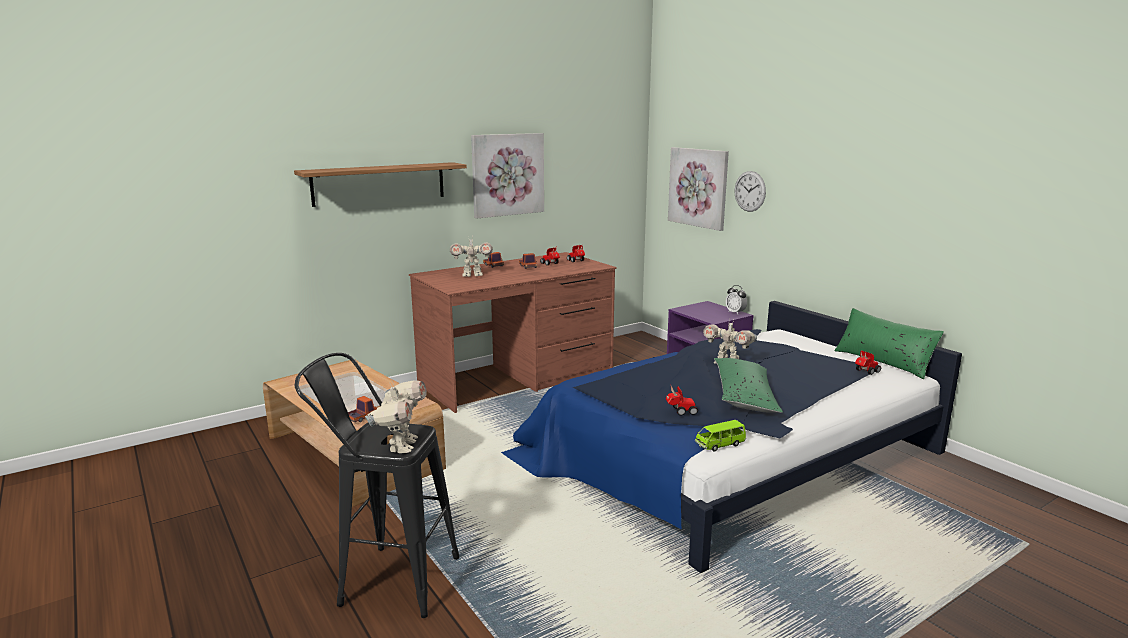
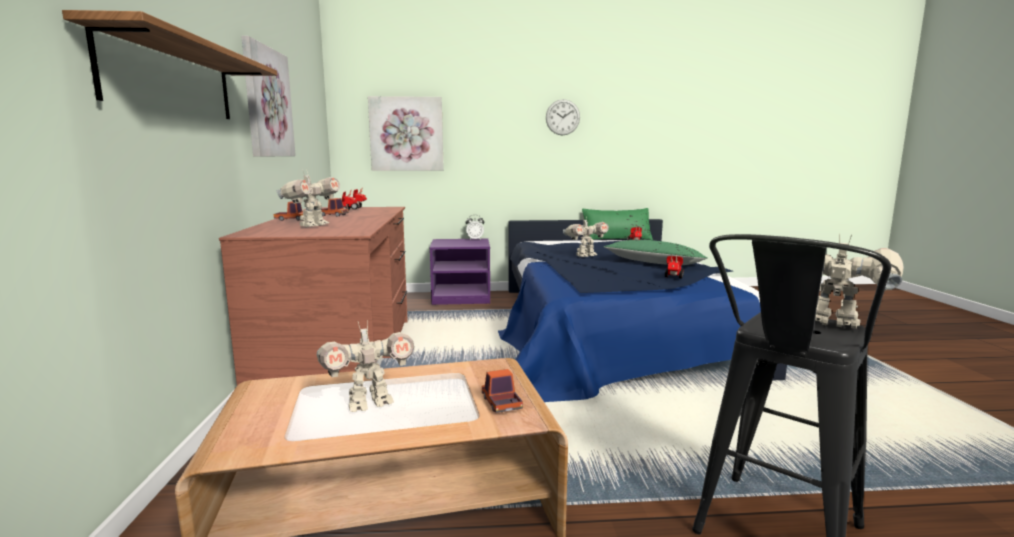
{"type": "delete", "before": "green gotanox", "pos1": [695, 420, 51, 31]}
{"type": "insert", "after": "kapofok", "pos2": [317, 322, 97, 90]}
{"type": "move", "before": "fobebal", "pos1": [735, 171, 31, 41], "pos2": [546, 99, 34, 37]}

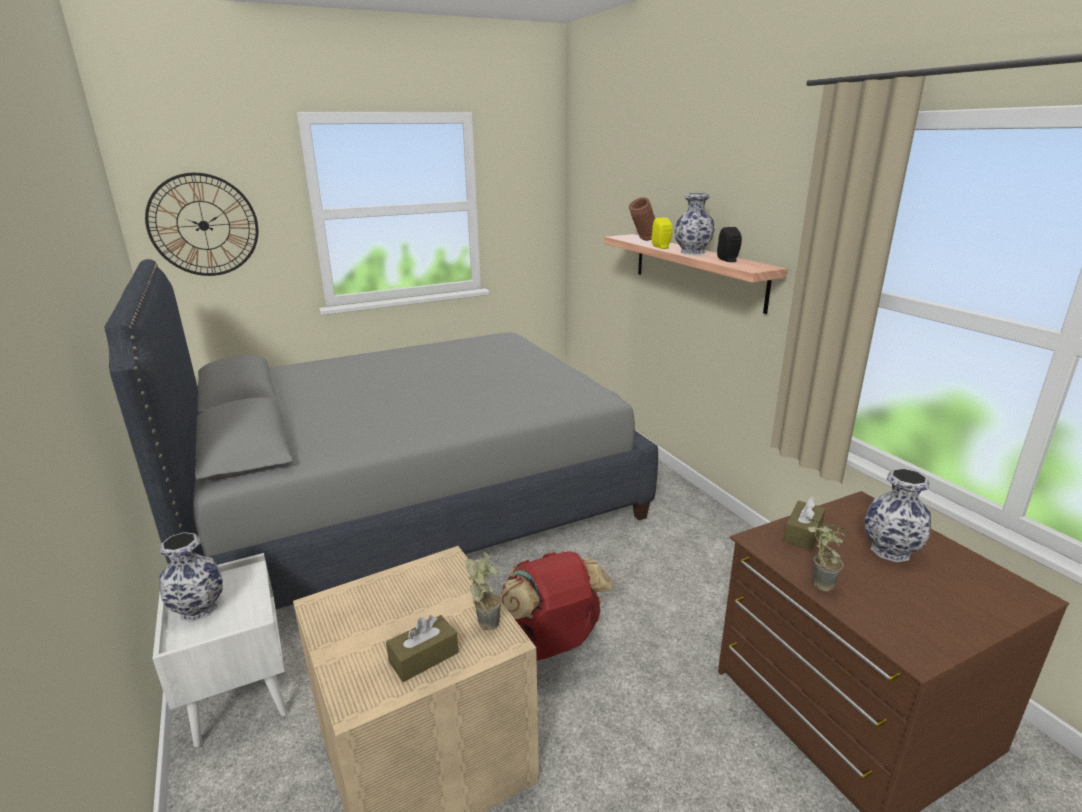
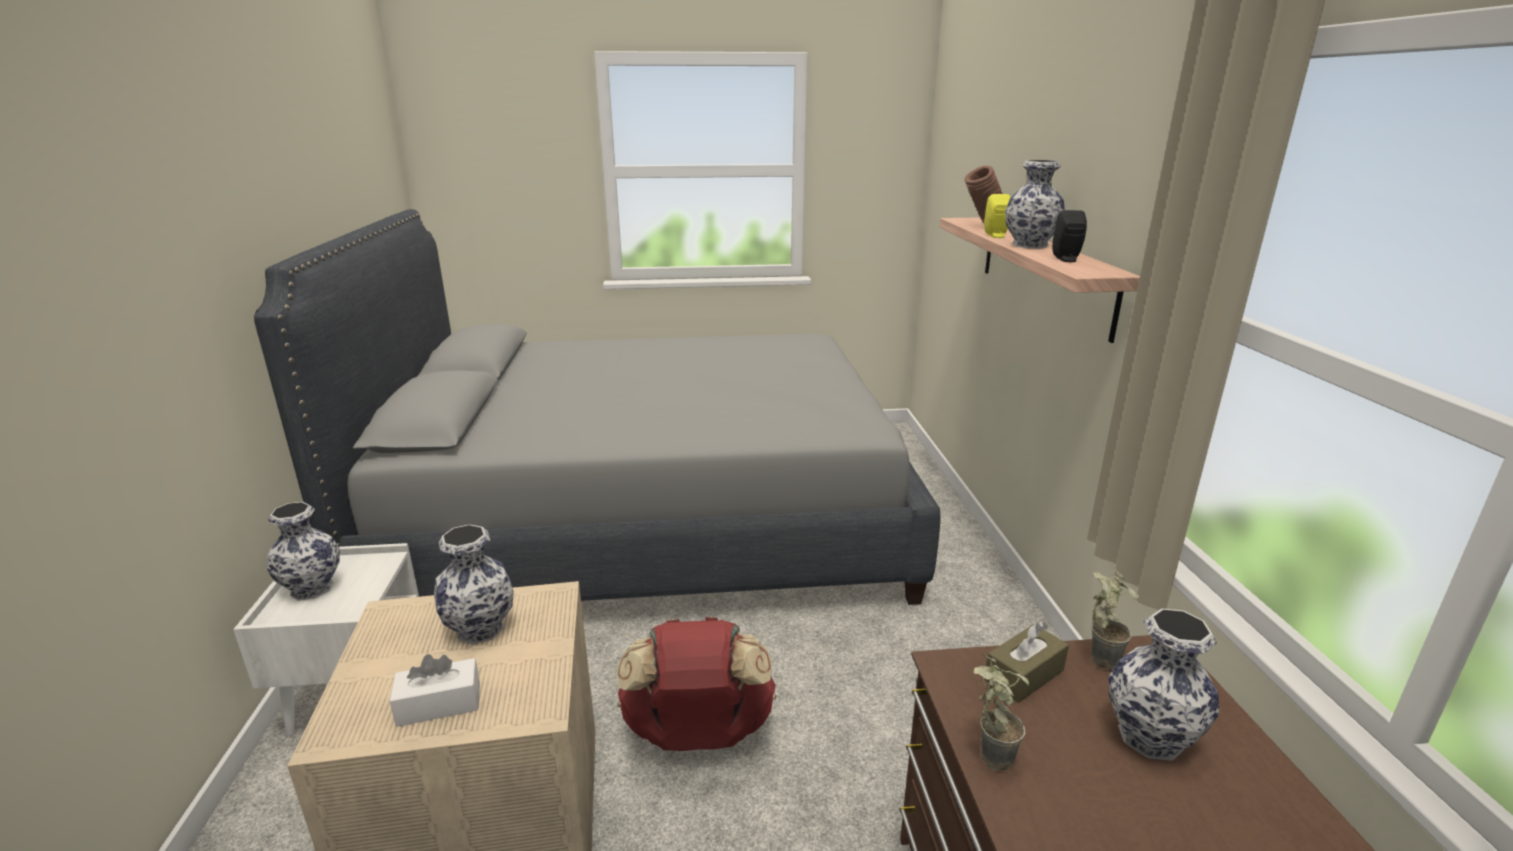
{"type": "delete", "before": "fobebal", "pos1": [145, 173, 113, 103]}
{"type": "insert", "after": "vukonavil", "pos2": [434, 524, 80, 121]}
{"type": "move", "before": "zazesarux", "pos1": [465, 552, 37, 79], "pos2": [1091, 568, 48, 102]}
{"type": "recolor", "before": "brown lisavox", "after": "white lisavox", "pos1": [386, 615, 72, 67], "pos2": [389, 654, 91, 73]}

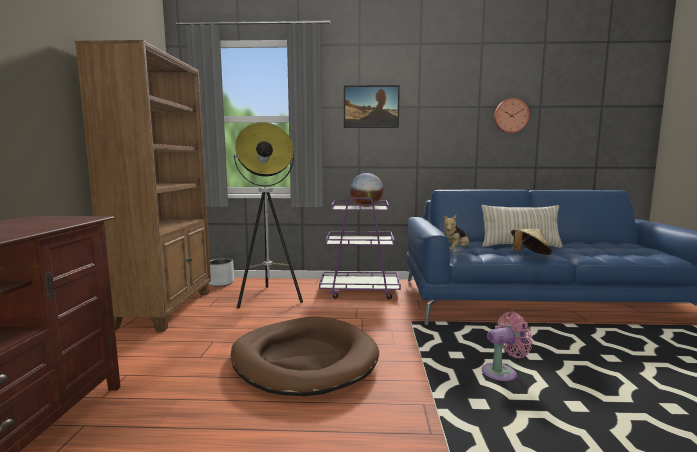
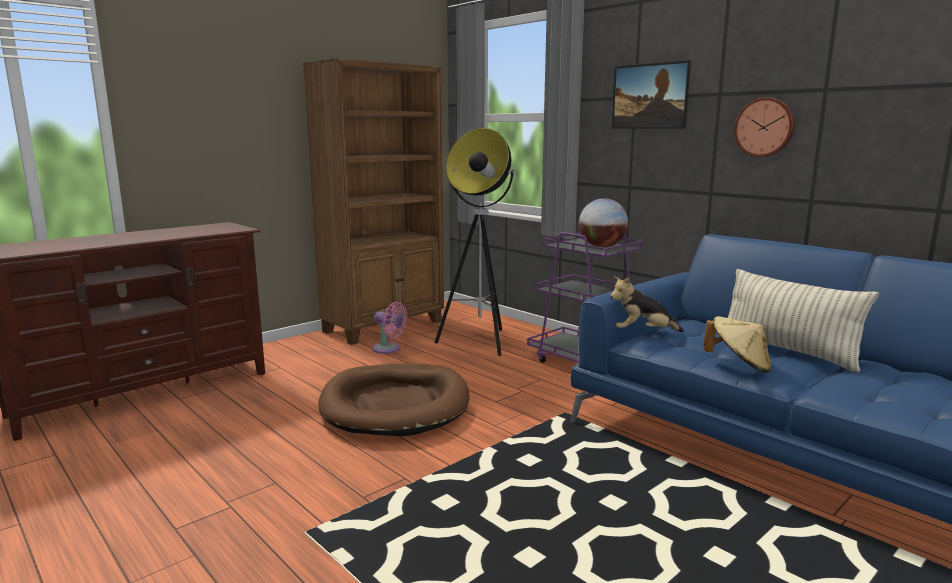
{"type": "delete", "before": "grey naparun", "pos1": [208, 258, 26, 29]}
{"type": "move", "before": "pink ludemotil", "pos1": [482, 312, 51, 69], "pos2": [372, 302, 36, 52]}
{"type": "move", "before": "fobebal", "pos1": [494, 98, 36, 35], "pos2": [734, 97, 61, 60]}

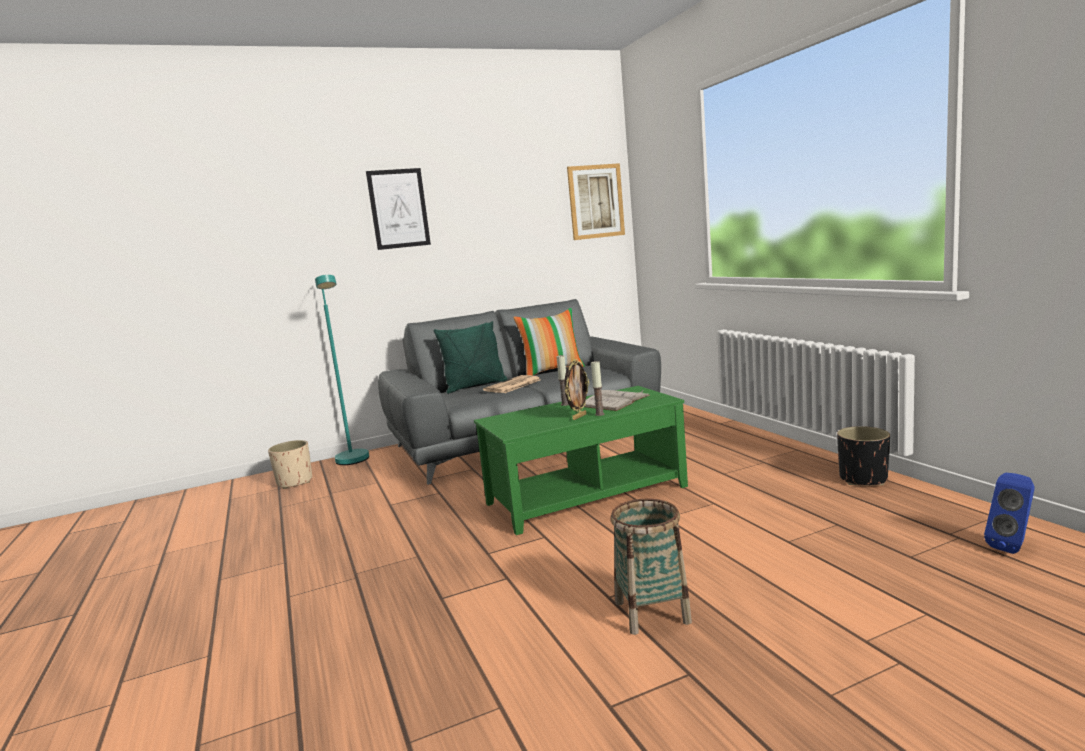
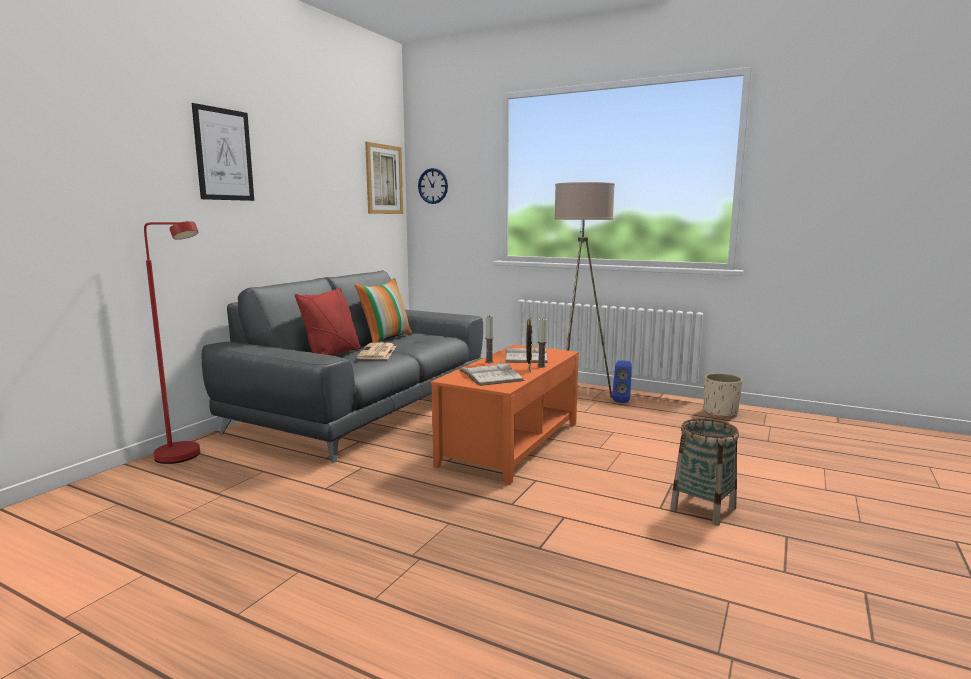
{"type": "delete", "before": "black naparun", "pos1": [837, 426, 53, 60]}
{"type": "insert", "after": "fobebal", "pos2": [418, 168, 30, 36]}
{"type": "insert", "after": "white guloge", "pos2": [460, 361, 65, 25]}
{"type": "insert", "after": "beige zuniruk", "pos2": [554, 182, 61, 216]}
{"type": "move", "before": "beige naparun", "pos1": [268, 440, 44, 49], "pos2": [703, 373, 40, 45]}
{"type": "move", "before": "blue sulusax", "pos1": [984, 473, 51, 81], "pos2": [612, 360, 20, 43]}
{"type": "recolor", "before": "turquoise zuniruk", "after": "red zuniruk", "pos1": [315, 275, 54, 190], "pos2": [144, 221, 56, 243]}
{"type": "recolor", "before": "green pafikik", "after": "red pafikik", "pos1": [434, 321, 74, 73], "pos2": [295, 288, 66, 68]}
{"type": "recolor", "before": "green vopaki", "after": "orange vopaki", "pos1": [474, 386, 214, 149], "pos2": [431, 345, 148, 140]}

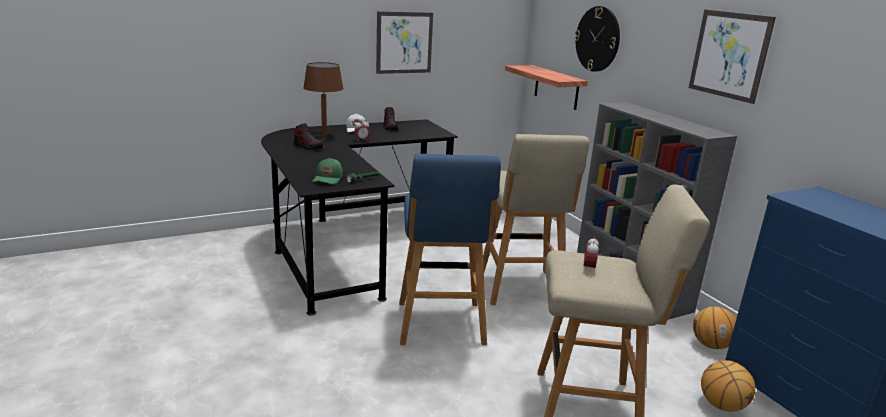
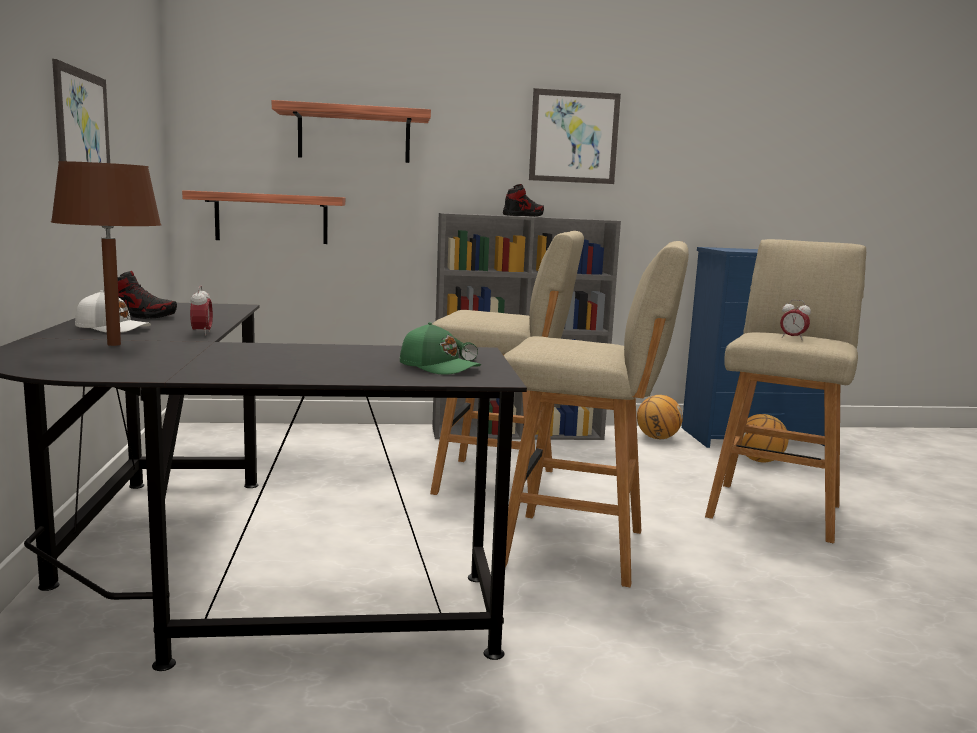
{"type": "move", "before": "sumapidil", "pos1": [293, 123, 30, 27], "pos2": [503, 184, 41, 33]}
{"type": "replace", "before": "fobebal", "after": "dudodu", "pos1": [574, 6, 46, 66], "pos2": [272, 100, 159, 63]}
{"type": "recolor", "before": "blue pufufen", "after": "beige pufufen", "pos1": [399, 154, 102, 191], "pos2": [504, 241, 185, 346]}

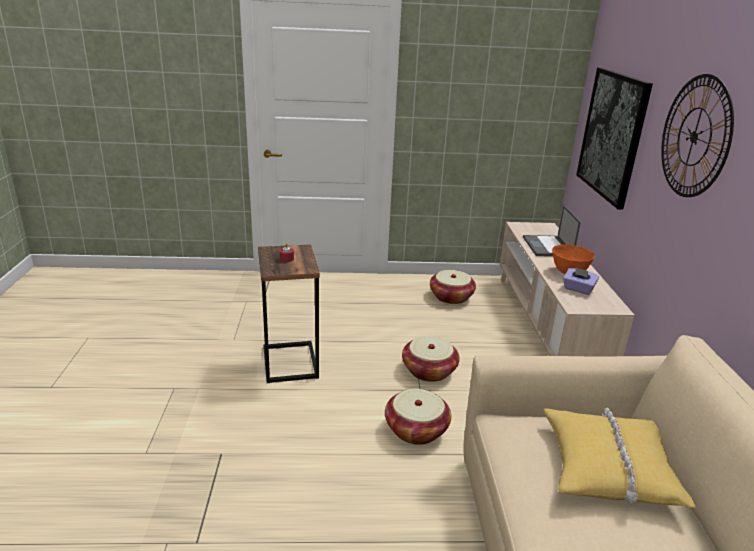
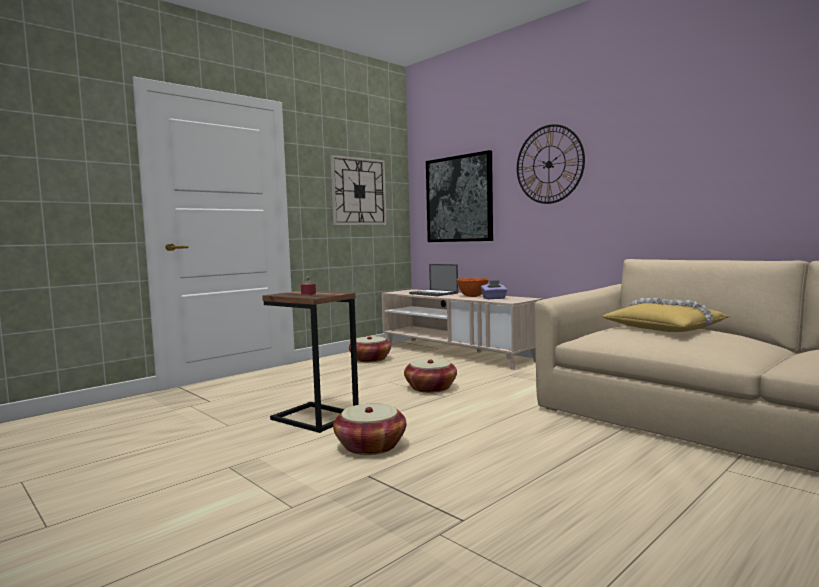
{"type": "insert", "after": "fobebal", "pos2": [330, 155, 57, 70]}
{"type": "move", "before": "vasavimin", "pos1": [385, 389, 66, 56], "pos2": [333, 404, 73, 51]}

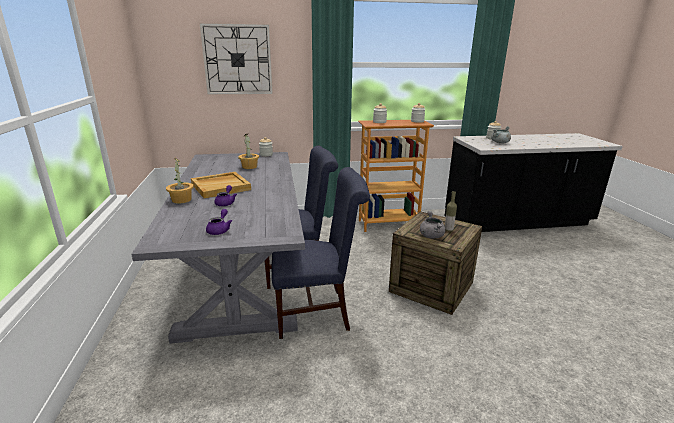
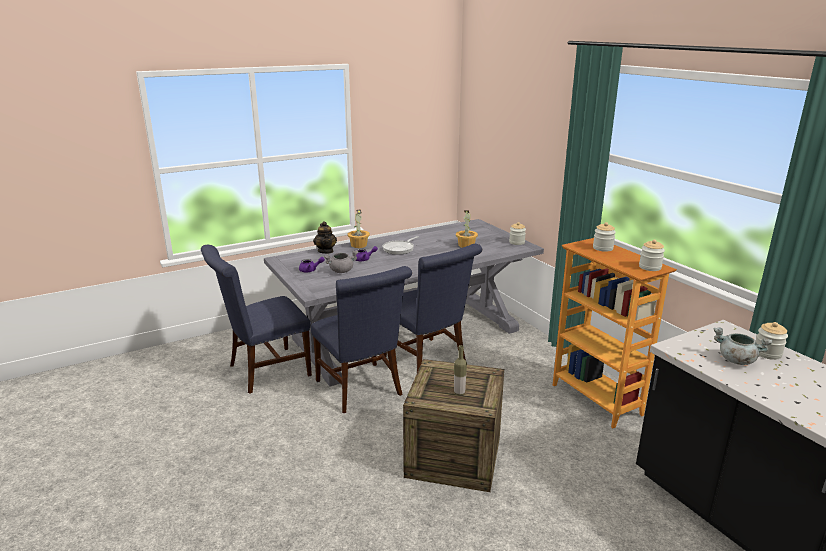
{"type": "delete", "before": "fobebal", "pos1": [200, 23, 73, 71]}
{"type": "insert", "after": "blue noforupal", "pos2": [201, 245, 111, 149]}
{"type": "insert", "after": "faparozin", "pos2": [313, 221, 24, 33]}
{"type": "move", "before": "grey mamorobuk", "pos1": [420, 211, 25, 27], "pos2": [324, 251, 34, 22]}
{"type": "replace", "before": "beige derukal", "after": "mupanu", "pos1": [191, 172, 60, 26], "pos2": [383, 236, 36, 19]}

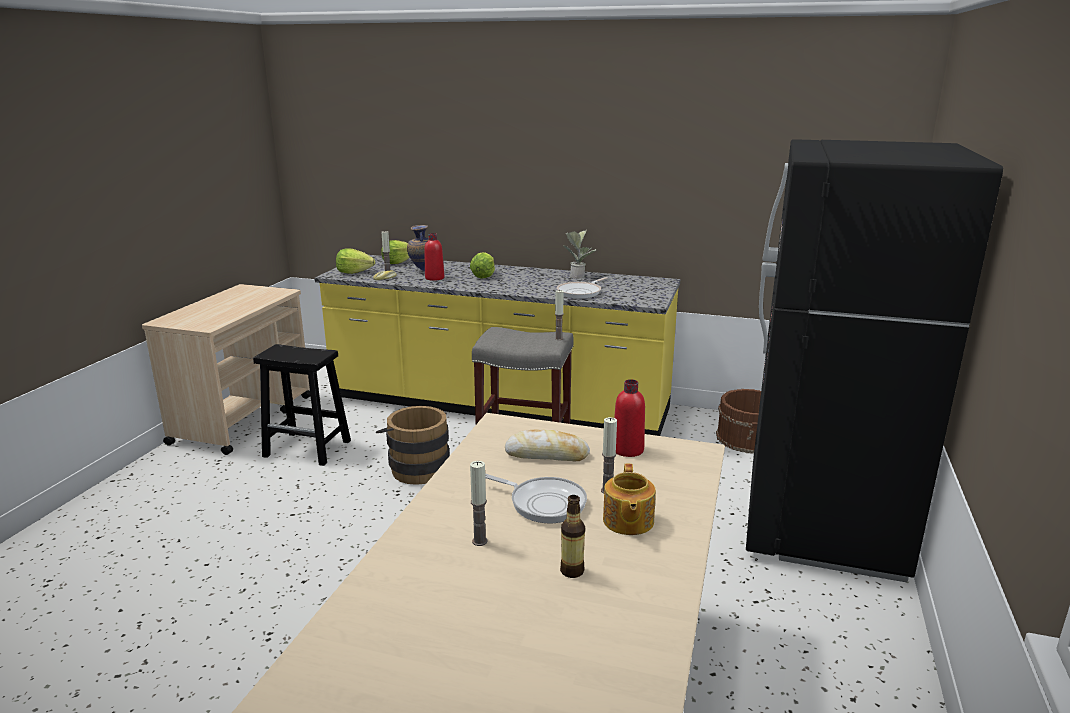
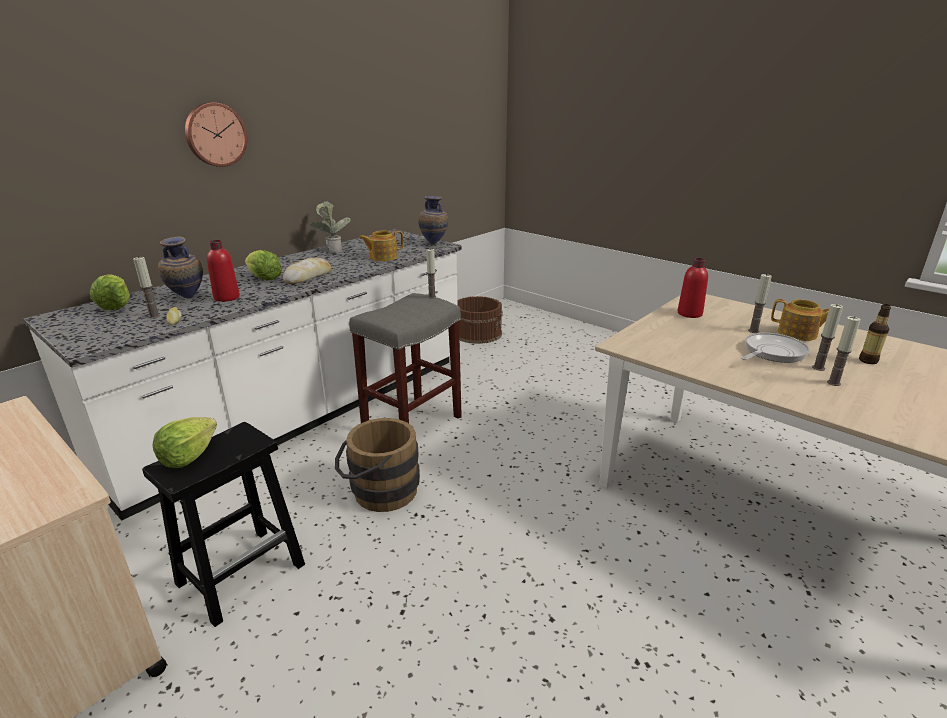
{"type": "delete", "before": "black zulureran", "pos1": [746, 139, 257, 443]}
{"type": "insert", "after": "fobebal", "pos2": [185, 102, 62, 65]}
{"type": "insert", "after": "vukonavil", "pos2": [418, 196, 30, 49]}
{"type": "insert", "after": "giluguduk", "pos2": [812, 304, 31, 67]}
{"type": "move", "before": "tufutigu", "pos1": [336, 248, 39, 26], "pos2": [152, 417, 65, 51]}
{"type": "move", "before": "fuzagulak", "pos1": [505, 429, 85, 32], "pos2": [283, 258, 48, 26]}
{"type": "replace", "before": "mupanu", "after": "faparozin", "pos1": [557, 277, 51, 22], "pos2": [359, 231, 44, 30]}
{"type": "recolor", "before": "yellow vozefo", "after": "white vozefo", "pos1": [315, 255, 365, 181], "pos2": [23, 229, 439, 292]}

